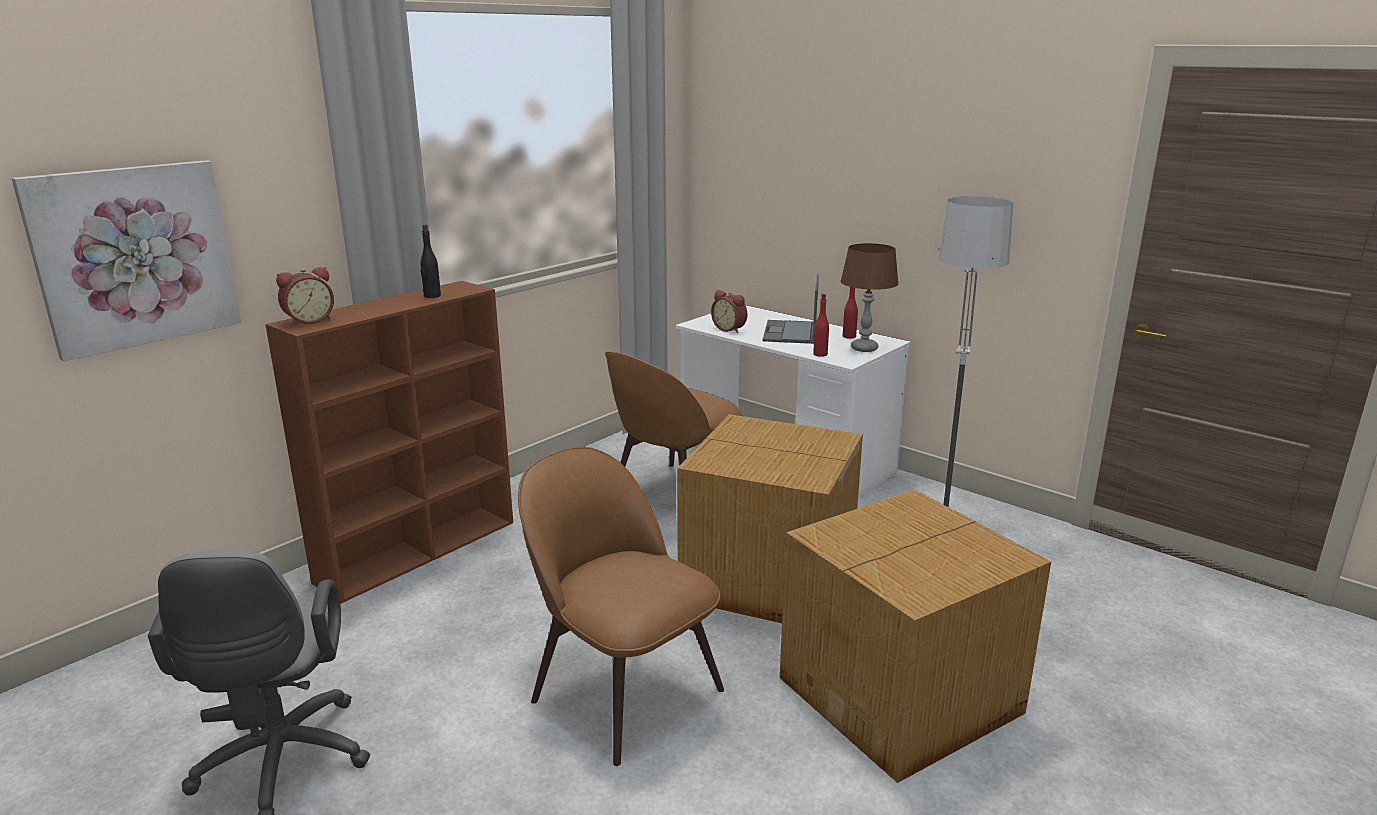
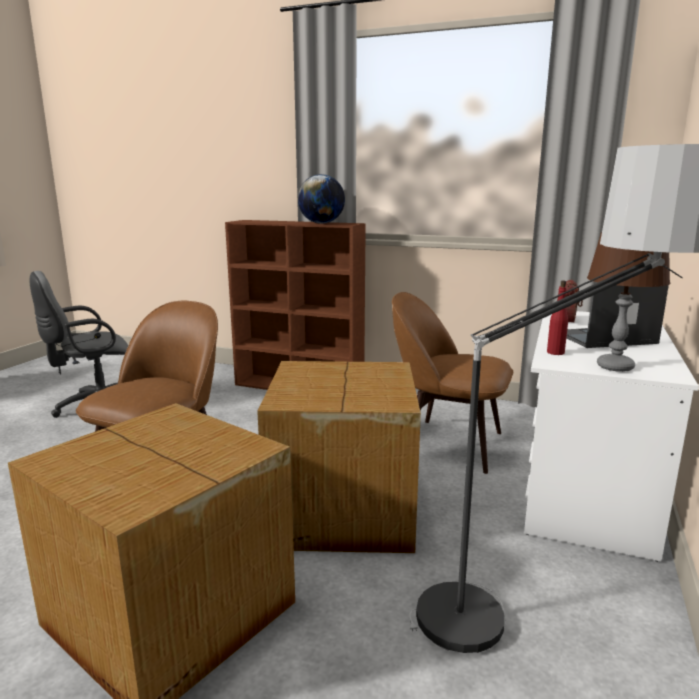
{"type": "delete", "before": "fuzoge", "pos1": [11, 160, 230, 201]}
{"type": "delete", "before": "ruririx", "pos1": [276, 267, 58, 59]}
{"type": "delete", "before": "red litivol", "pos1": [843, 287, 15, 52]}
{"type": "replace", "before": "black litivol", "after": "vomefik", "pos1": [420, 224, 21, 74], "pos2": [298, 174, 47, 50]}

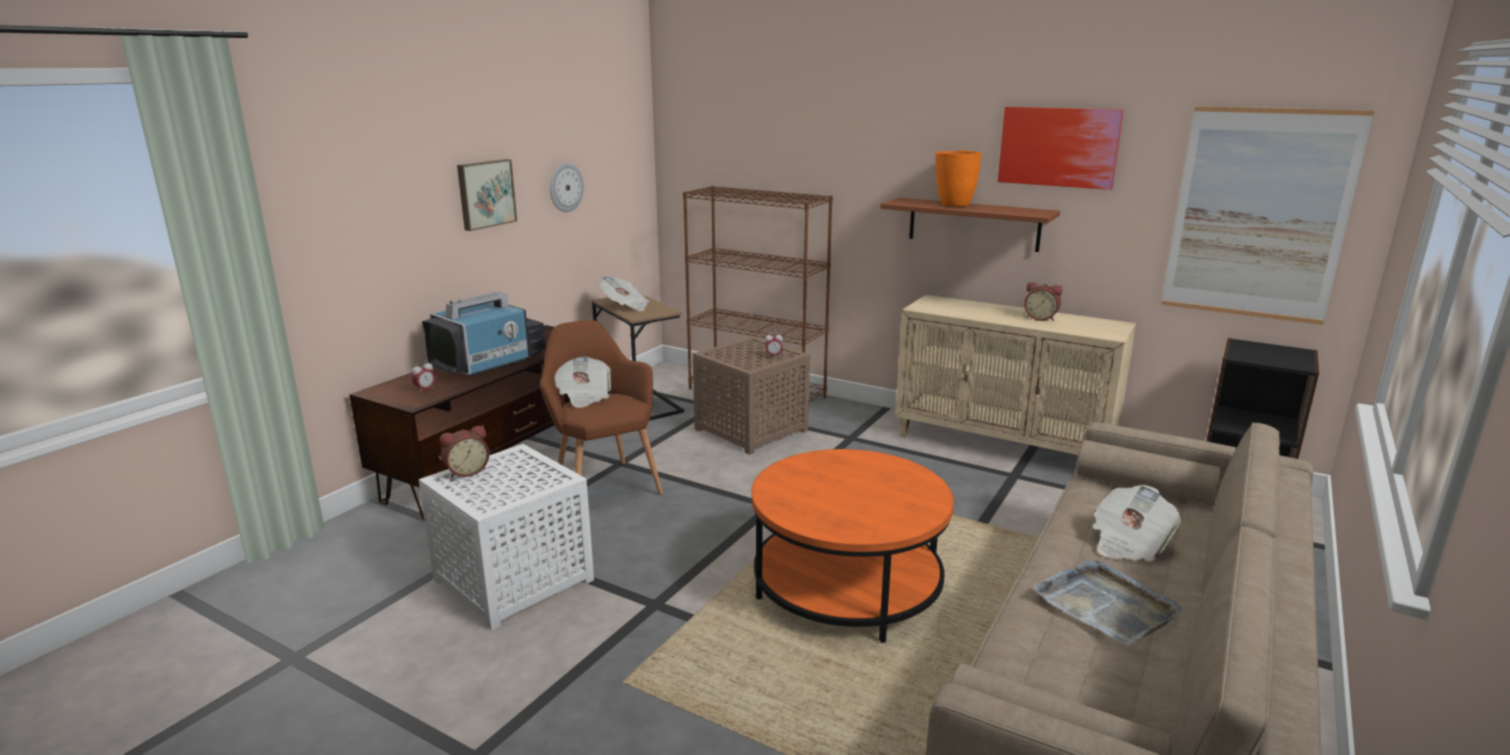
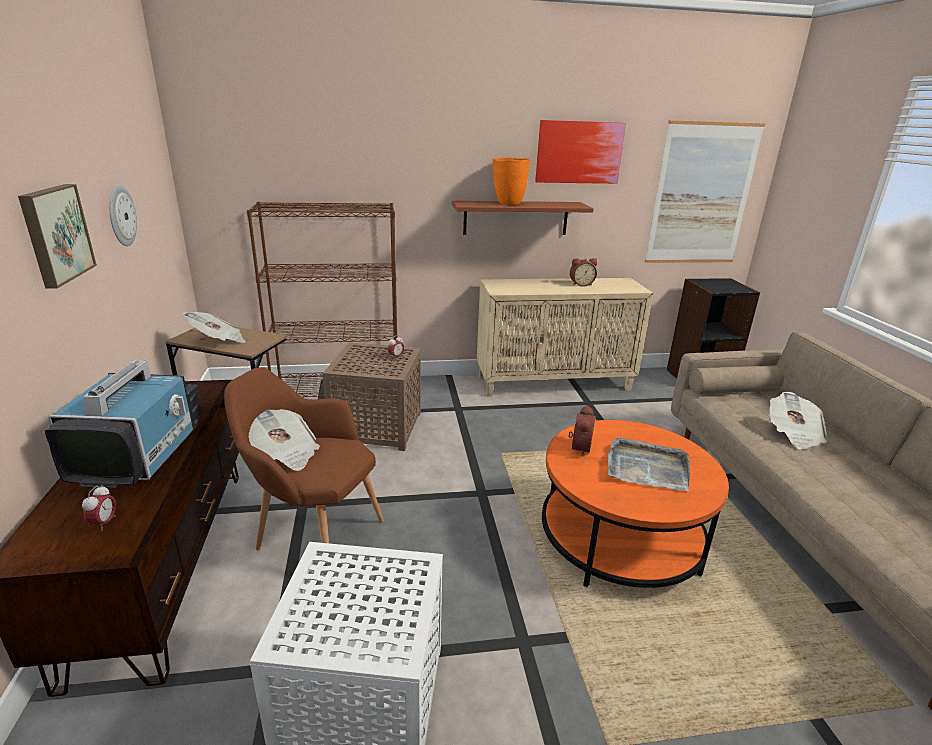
{"type": "move", "before": "ruririx", "pos1": [440, 425, 50, 53], "pos2": [568, 405, 27, 52]}
{"type": "move", "before": "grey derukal", "pos1": [1033, 560, 149, 85], "pos2": [608, 437, 82, 54]}

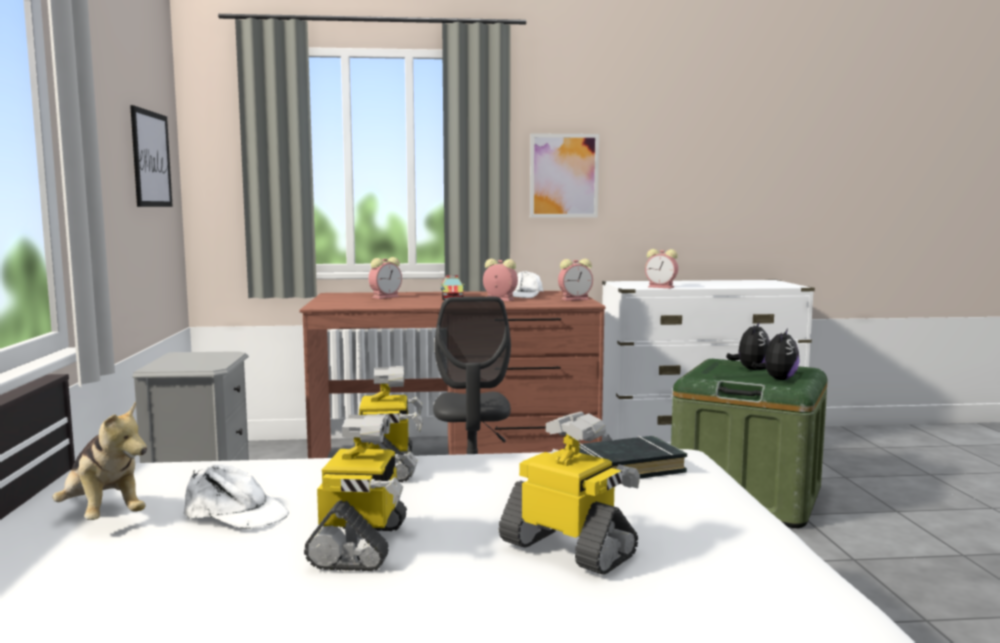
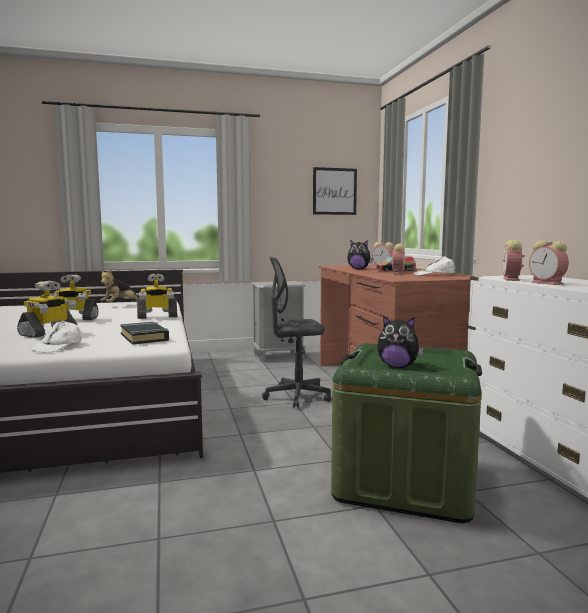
{"type": "delete", "before": "fuzoge", "pos1": [530, 133, 69, 85]}
{"type": "move", "before": "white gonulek", "pos1": [183, 464, 106, 65], "pos2": [29, 321, 52, 32]}
{"type": "move", "before": "ruririx", "pos1": [558, 259, 35, 42], "pos2": [529, 241, 40, 44]}
{"type": "move", "before": "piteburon", "pos1": [726, 321, 44, 49], "pos2": [347, 240, 26, 29]}

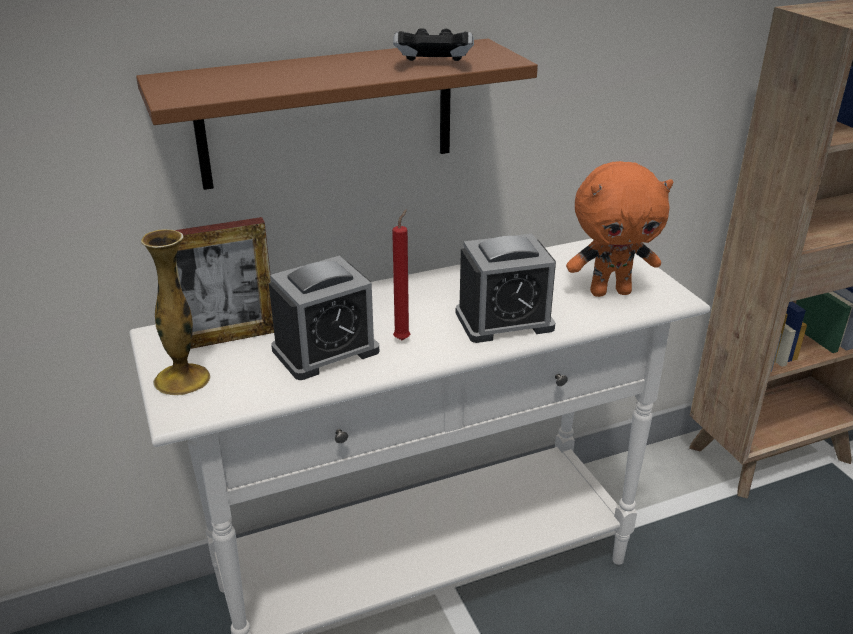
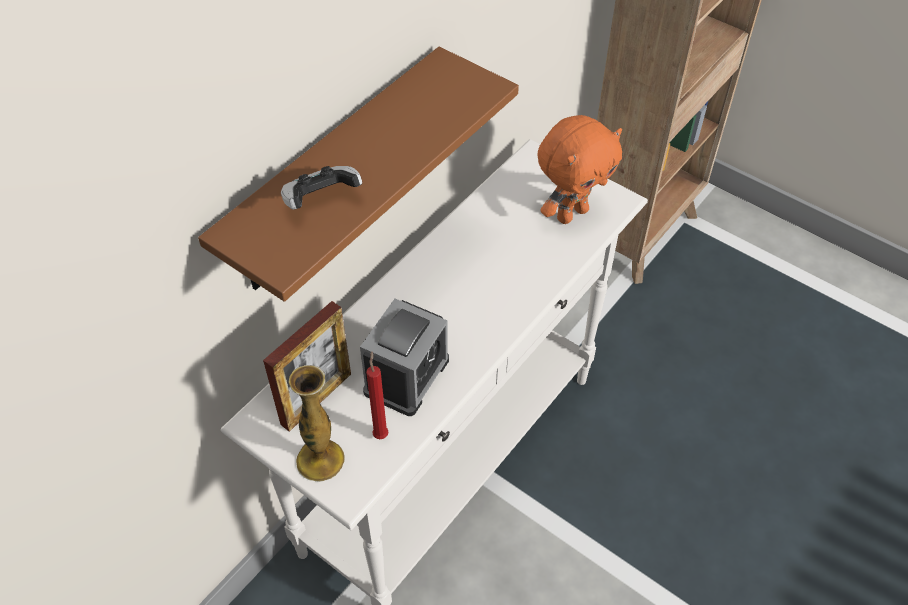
{"type": "delete", "before": "ruririx", "pos1": [456, 233, 100, 110]}
{"type": "move", "before": "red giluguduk", "pos1": [392, 209, 18, 131], "pos2": [366, 351, 23, 88]}
{"type": "move", "before": "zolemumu", "pos1": [393, 28, 81, 33], "pos2": [281, 166, 81, 43]}

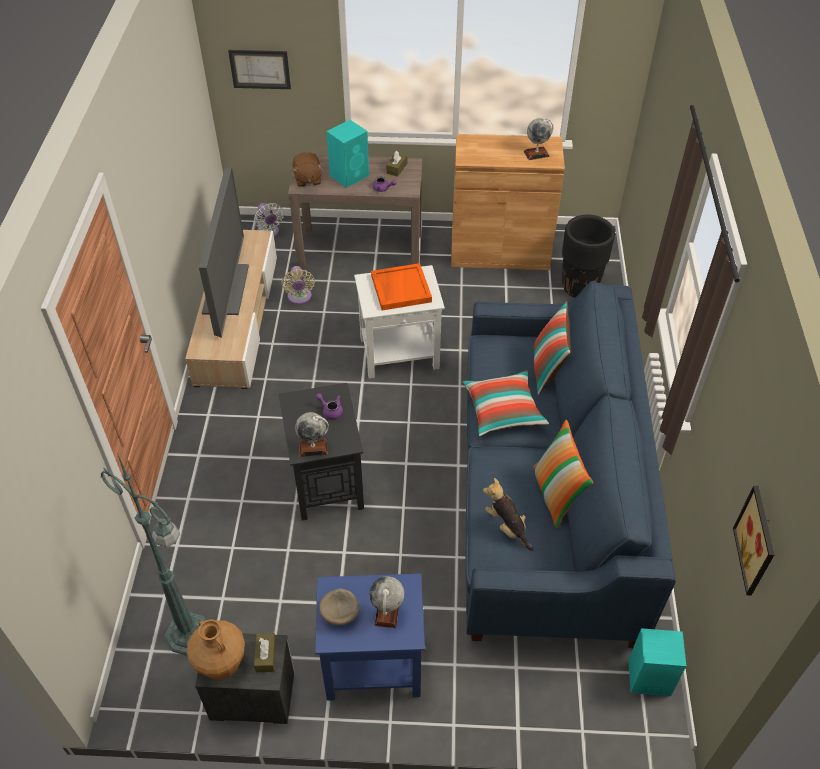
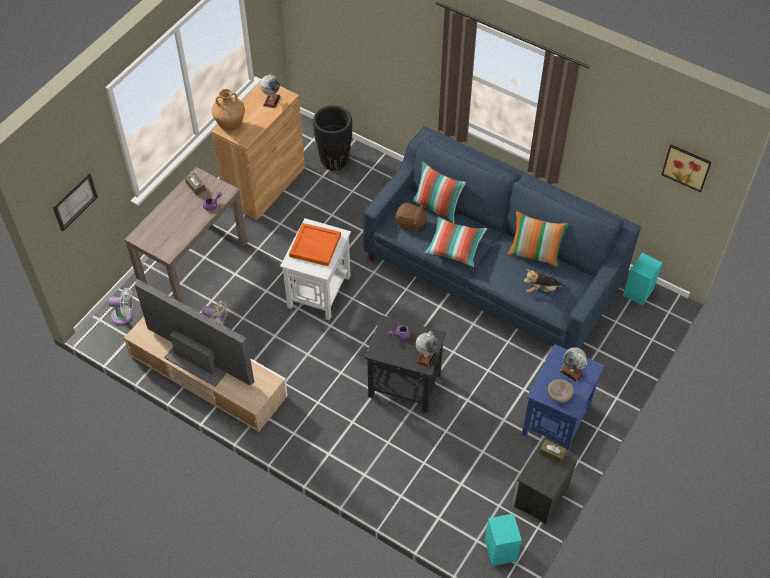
{"type": "delete", "before": "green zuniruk", "pos1": [100, 453, 106, 203]}
{"type": "move", "before": "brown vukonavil", "pos1": [187, 619, 58, 60], "pos2": [211, 89, 34, 42]}
{"type": "move", "before": "brown piteburon", "pos1": [293, 152, 30, 35], "pos2": [395, 203, 33, 29]}
{"type": "move", "before": "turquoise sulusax", "pos1": [326, 120, 43, 68], "pos2": [485, 513, 37, 53]}

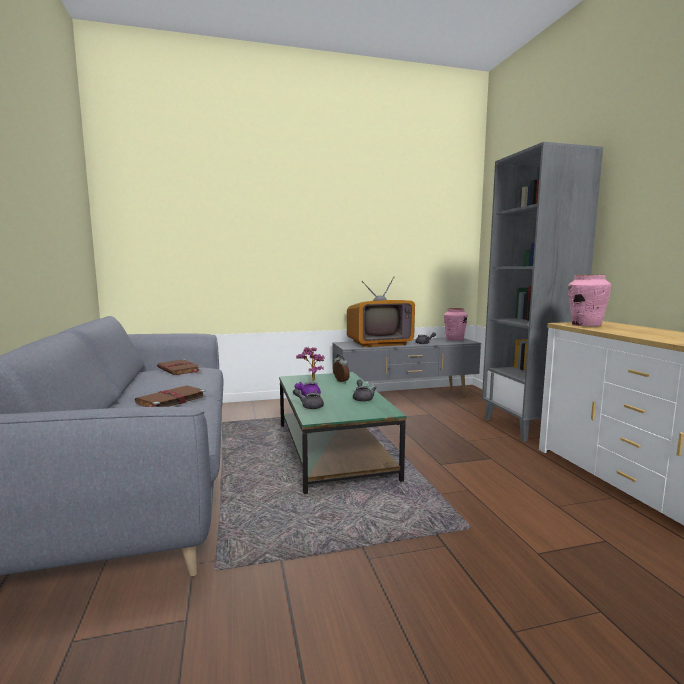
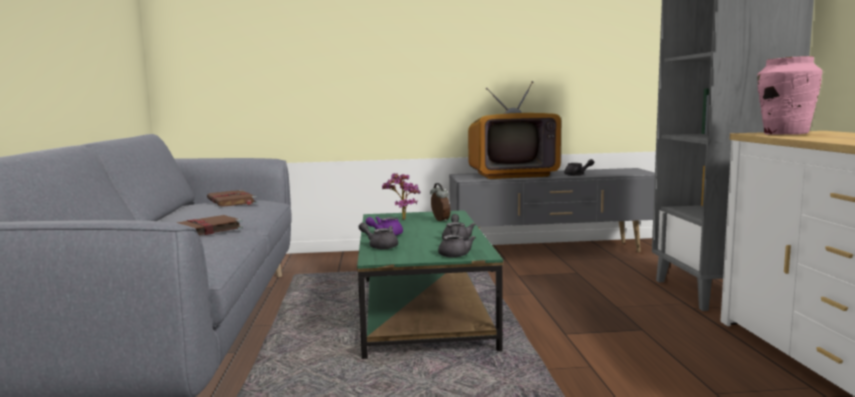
{"type": "delete", "before": "pink vukonavil", "pos1": [444, 308, 24, 33]}
{"type": "insert", "after": "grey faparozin", "pos2": [438, 225, 38, 32]}

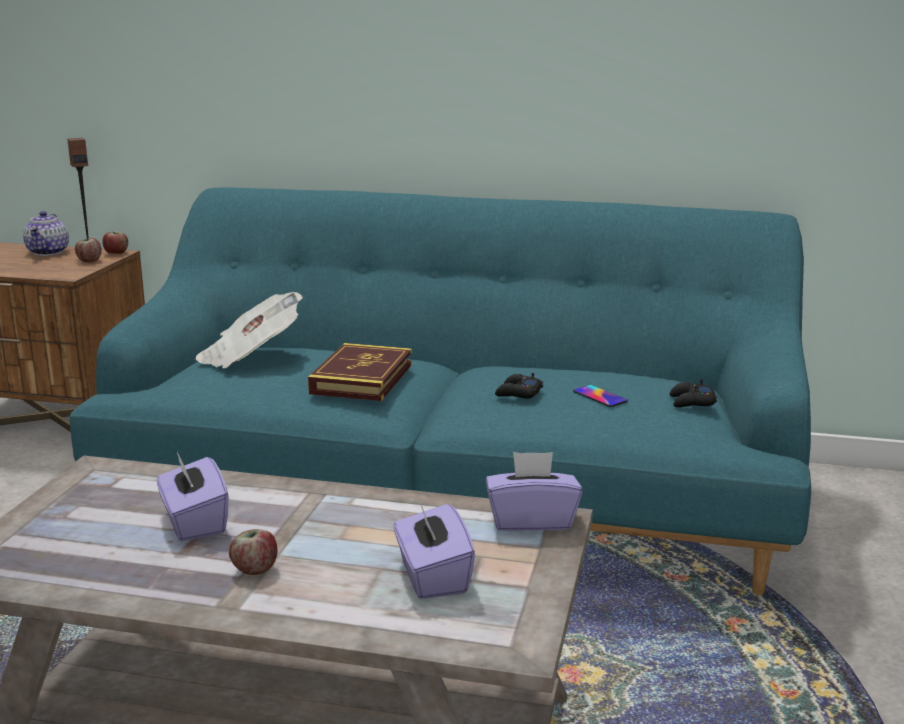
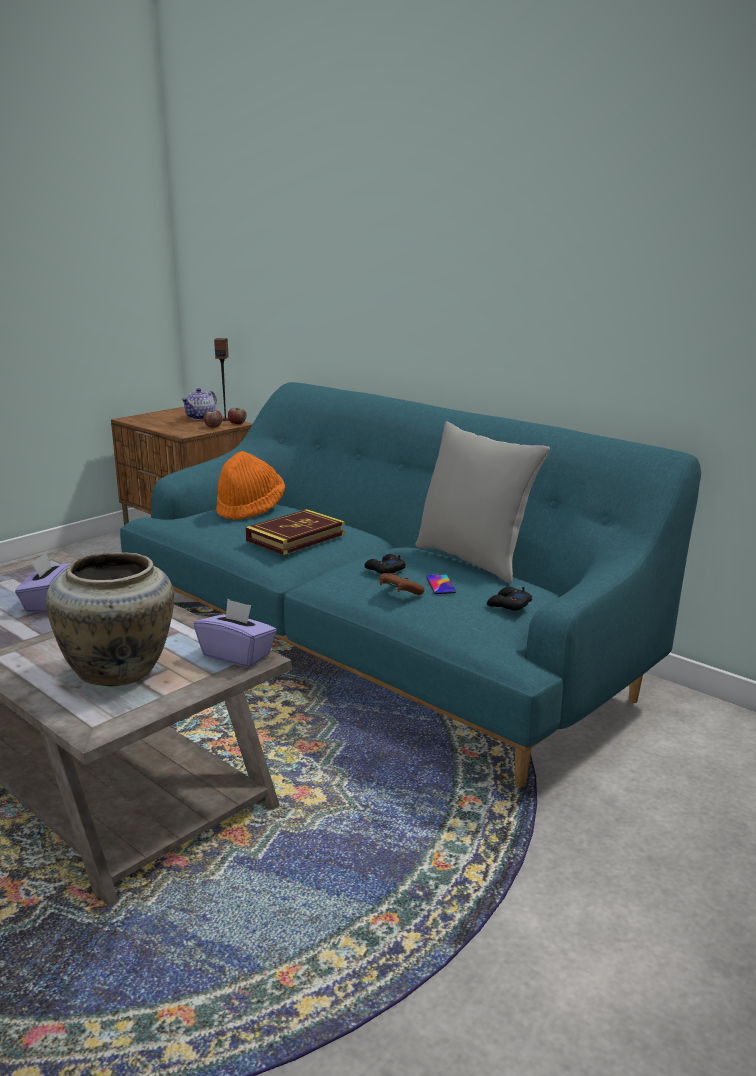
{"type": "delete", "before": "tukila", "pos1": [229, 529, 48, 46]}
{"type": "insert", "after": "brown zolemumu", "pos2": [380, 573, 44, 22]}
{"type": "insert", "after": "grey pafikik", "pos2": [416, 421, 134, 163]}
{"type": "replace", "before": "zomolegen", "after": "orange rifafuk", "pos1": [195, 292, 108, 77], "pos2": [216, 451, 69, 70]}
{"type": "replace", "before": "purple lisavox", "after": "beige vukonavil", "pos1": [393, 500, 82, 99], "pos2": [46, 552, 128, 134]}

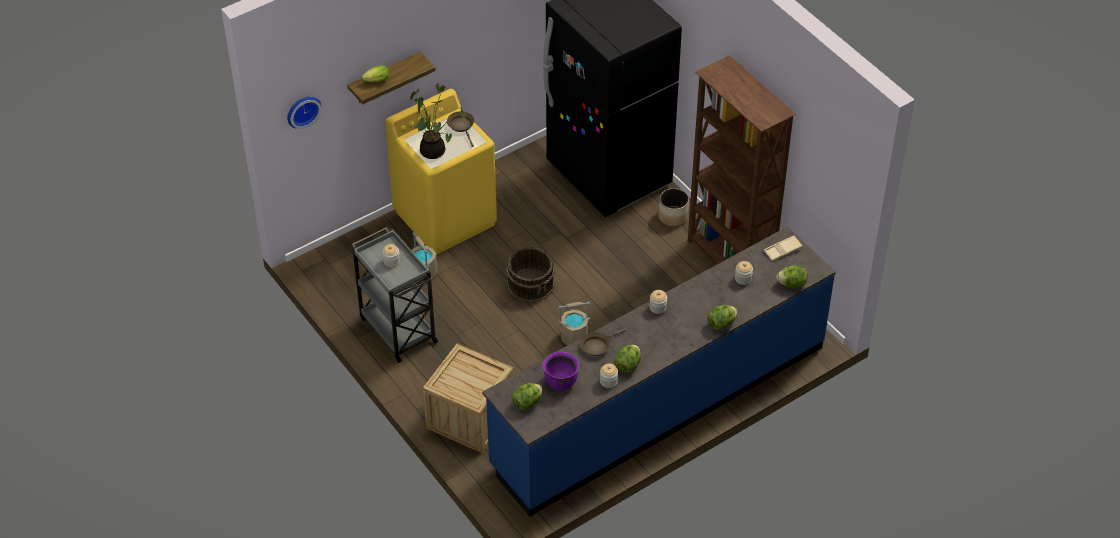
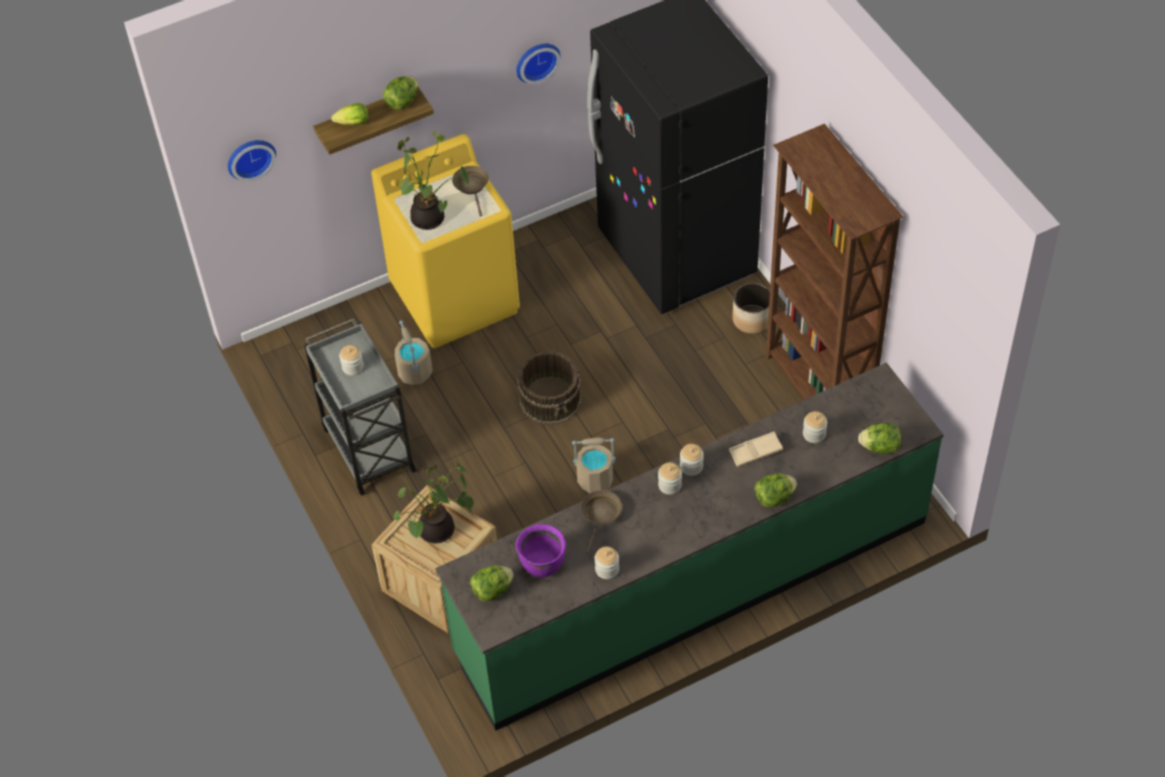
{"type": "insert", "after": "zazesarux", "pos2": [393, 460, 81, 83]}
{"type": "insert", "after": "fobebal", "pos2": [517, 44, 44, 40]}
{"type": "insert", "after": "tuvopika", "pos2": [658, 462, 24, 33]}
{"type": "move", "before": "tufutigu", "pos1": [614, 345, 27, 28], "pos2": [383, 76, 35, 34]}
{"type": "move", "before": "beige derukal", "pos1": [764, 235, 39, 26], "pos2": [729, 431, 54, 36]}
{"type": "recolor", "before": "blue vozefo", "after": "green vozefo", "pos1": [482, 227, 354, 290], "pos2": [435, 362, 509, 369]}
{"type": "rotate", "before": "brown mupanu", "pos1": [580, 328, 46, 28], "pos2": [581, 490, 41, 64], "turn": 135}

